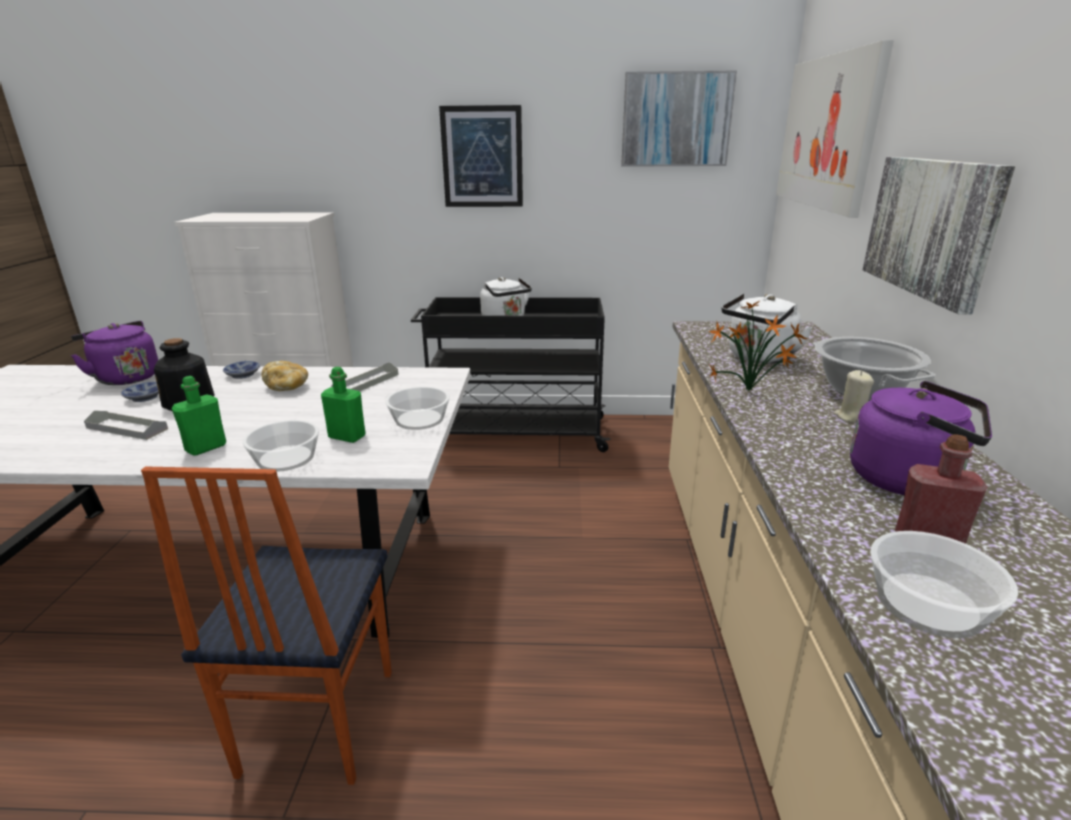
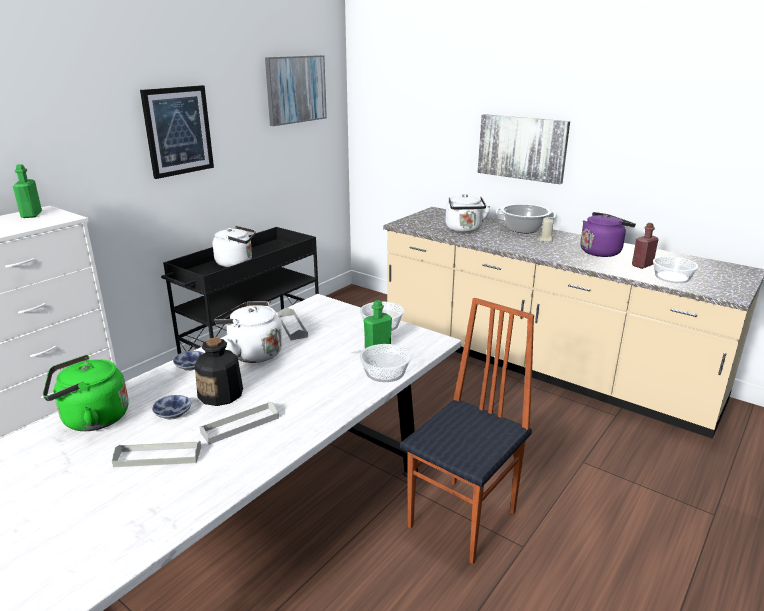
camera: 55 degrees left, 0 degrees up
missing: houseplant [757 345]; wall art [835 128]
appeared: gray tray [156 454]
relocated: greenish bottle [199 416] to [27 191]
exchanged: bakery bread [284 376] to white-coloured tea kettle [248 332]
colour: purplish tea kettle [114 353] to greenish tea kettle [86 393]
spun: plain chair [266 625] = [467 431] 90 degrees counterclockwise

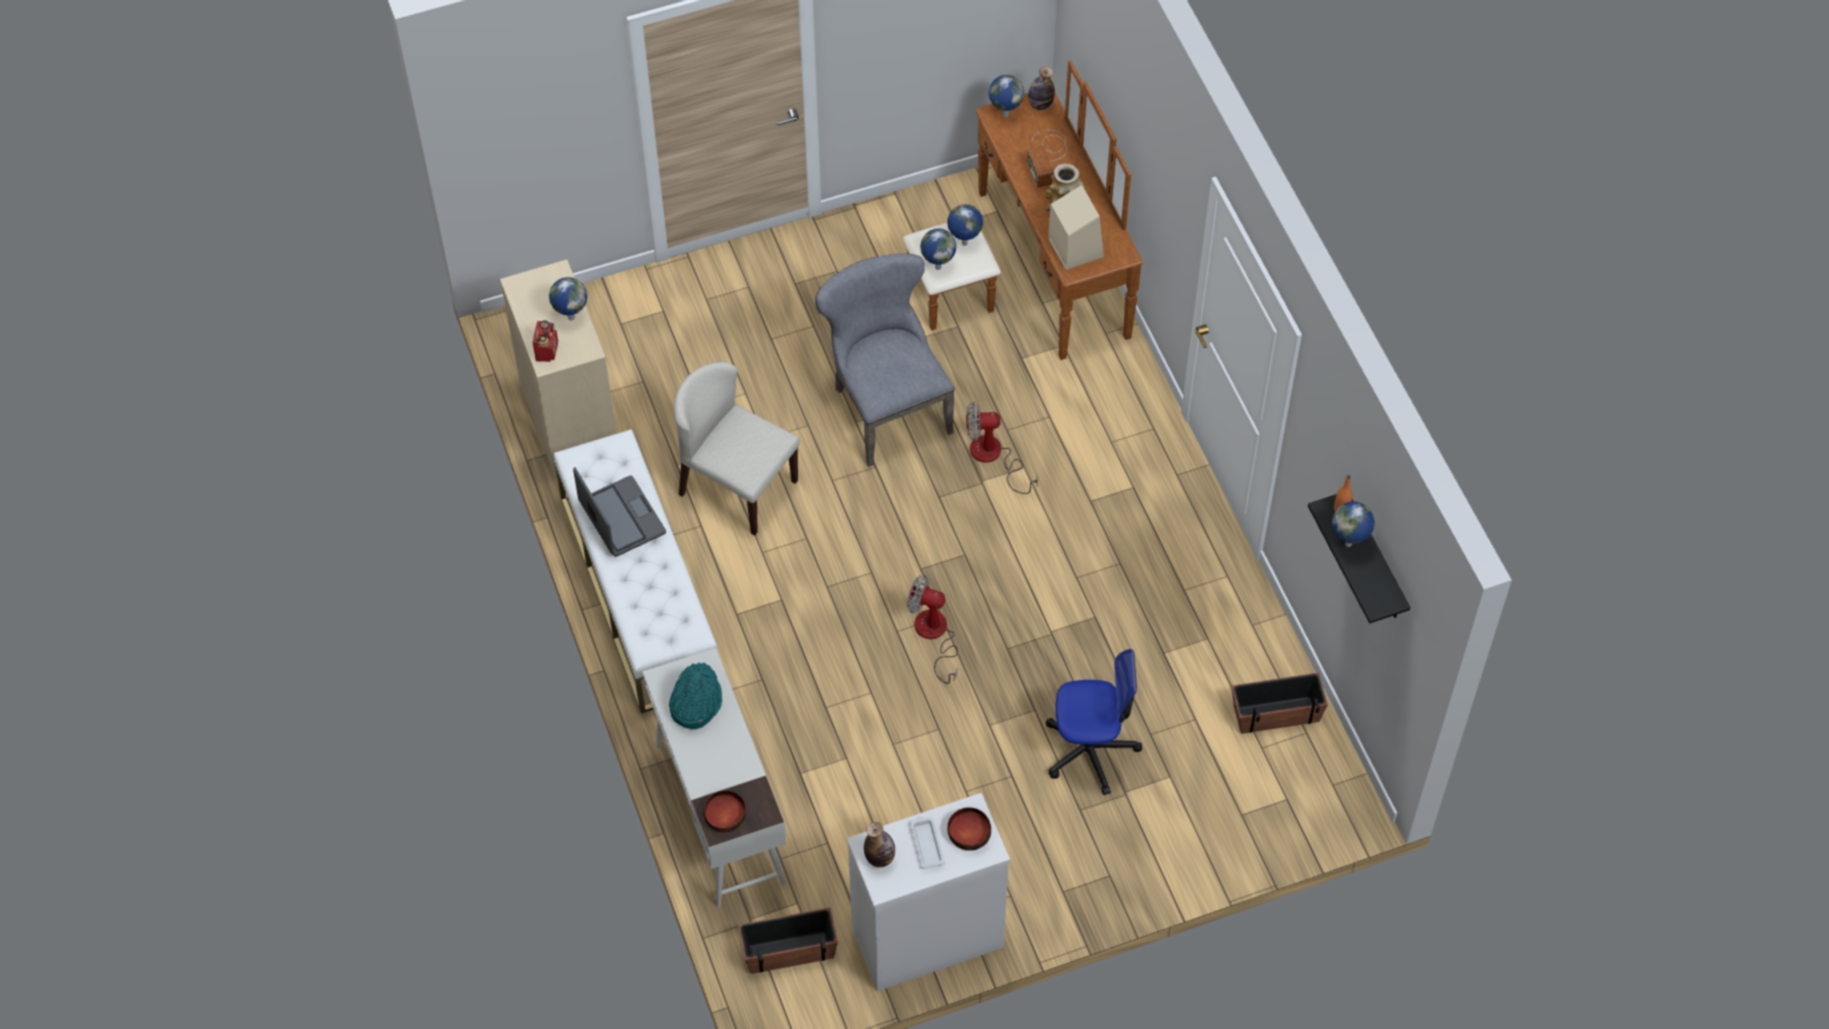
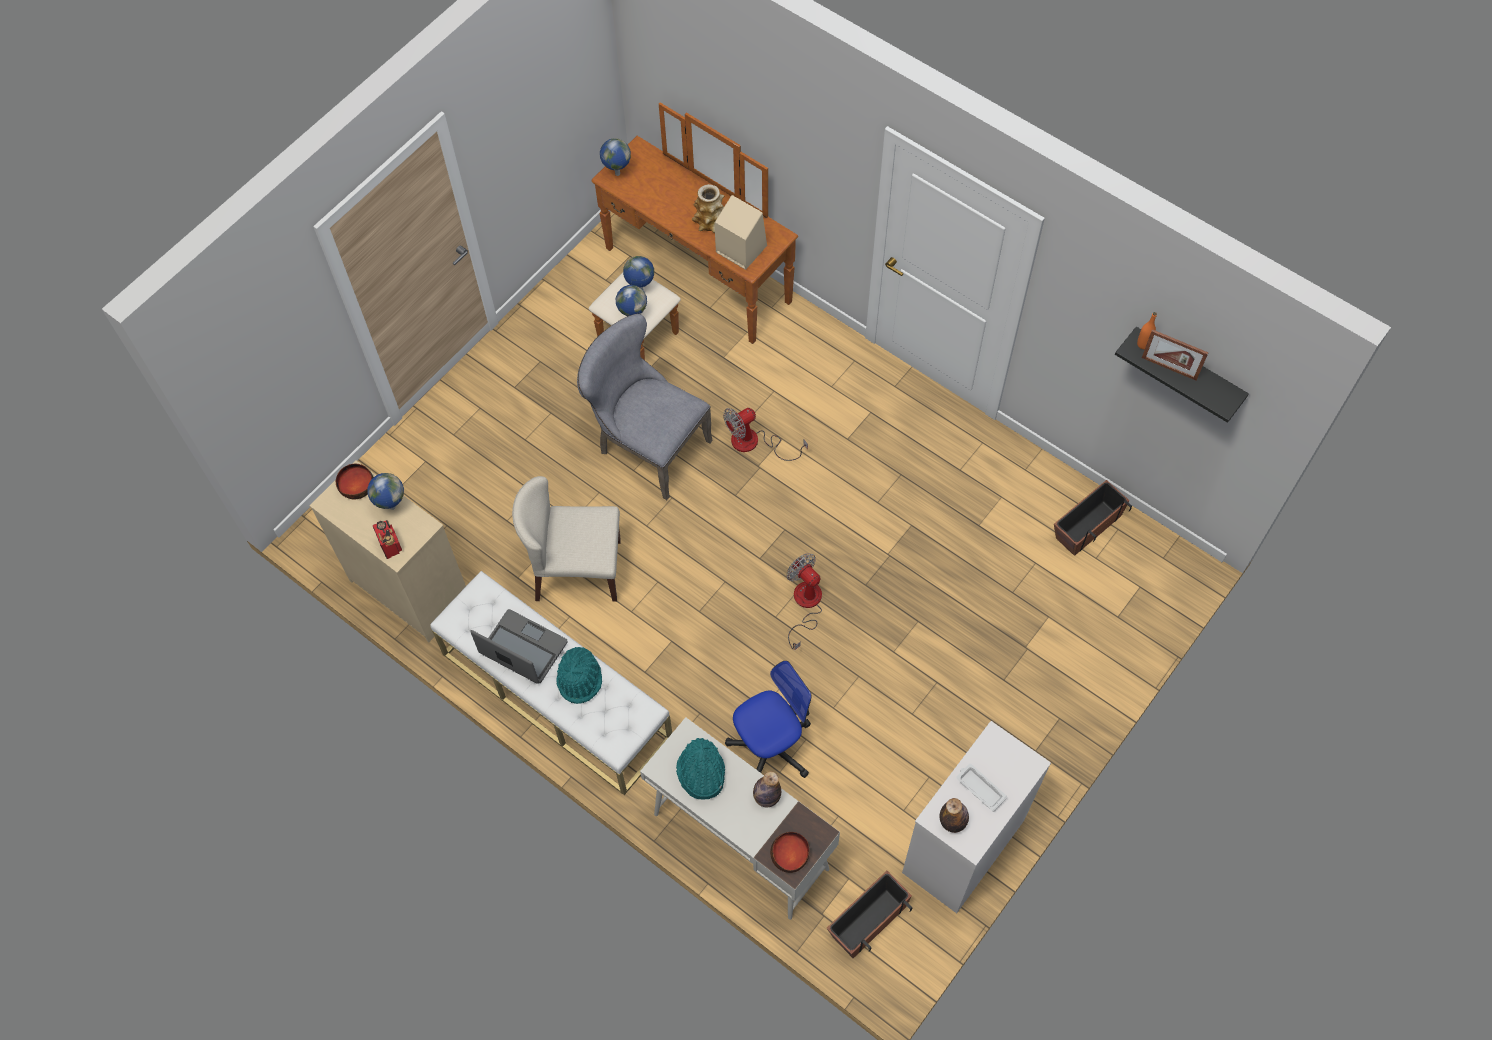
camera: 30 degrees left, 5 degrees up
missing: radio set [1047 159]
appeared: blue-green clothing hat [579 675]
relocated: serving bowl [969 829] to [354 482]; bottle [1041 88] to [767 789]; computer chair [1094 722] to [768 719]
exchanged: desk globe [1353 524] to standing frame [1175 354]
spun: cooling fan [932 629] = [804 601] 60 degrees clockwise

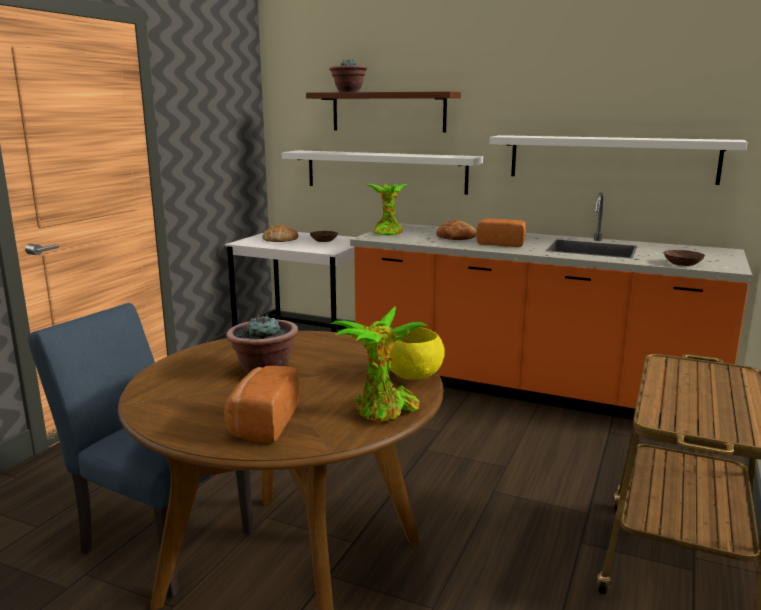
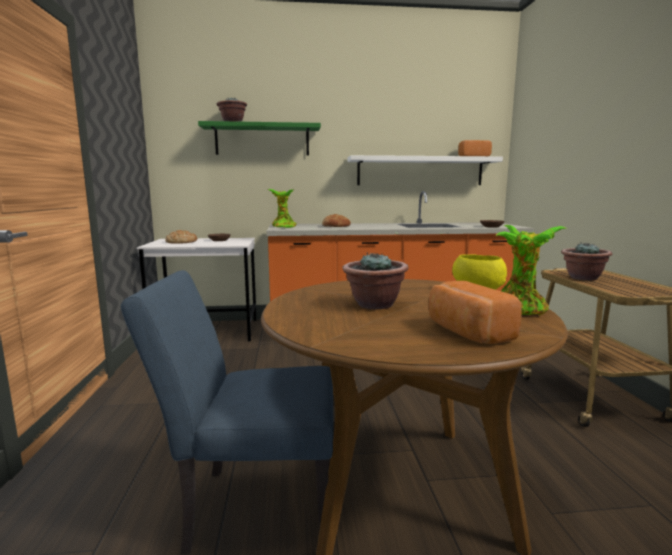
camera: 30 degrees left, 5 degrees down
missing: white-coloured bracket shelf [382 172]
appeared: houseplant [587 261]
relocated: bakery bread [501 233] to [475 148]
colour: brown bracket shelf [383 111] to greenish bracket shelf [259 138]

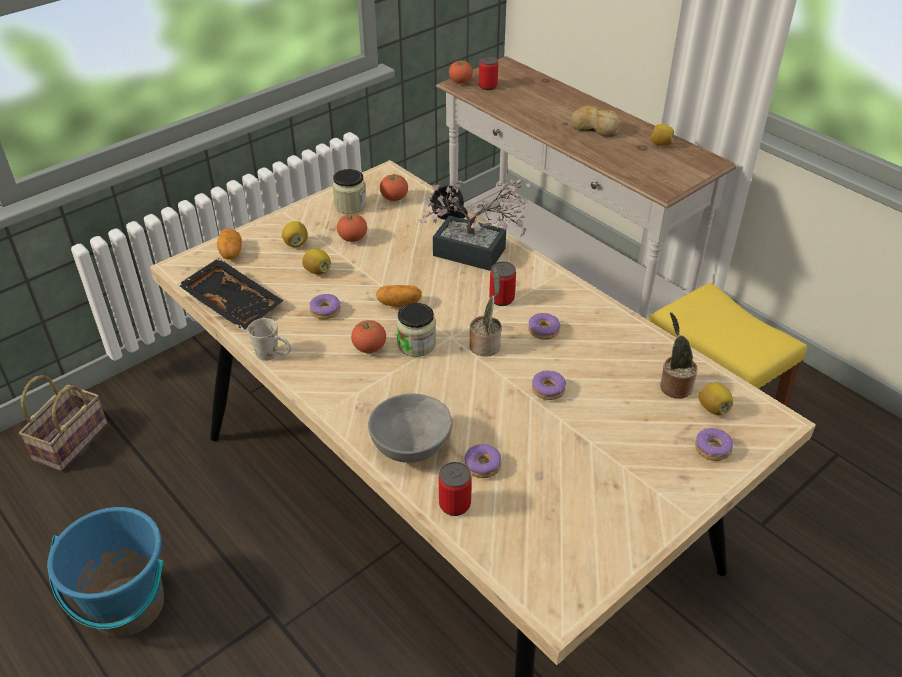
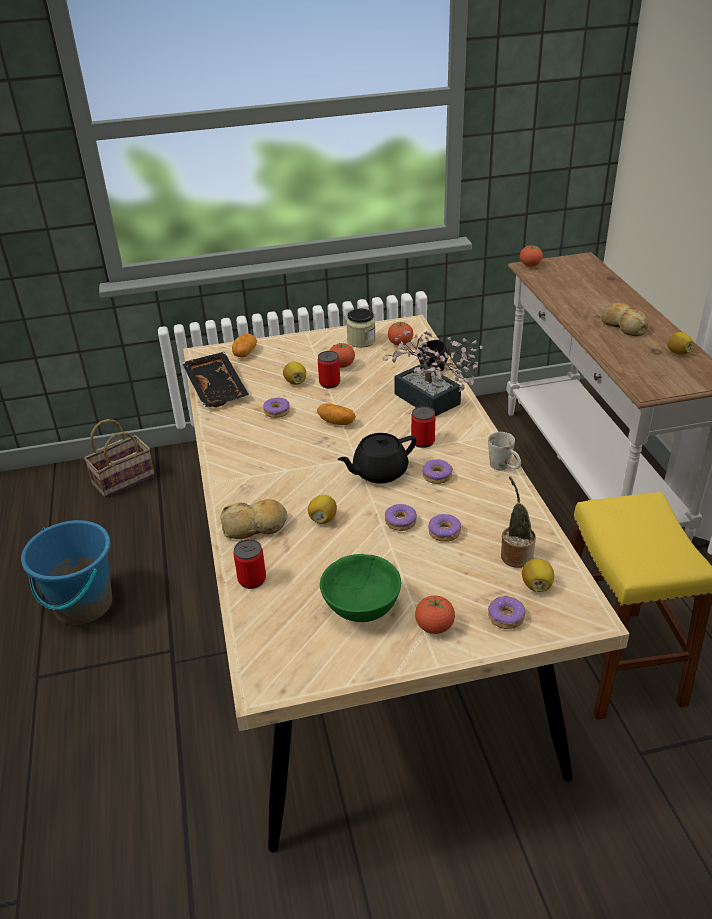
camera: 30 degrees right, 5 degrees down
missing: preserve jar [416 330]
appeared: greenish serving bowl [360 588]
relocated: white-coloured coffee mug [269 339] to [504 451]; whole lemon [295 234] to [322 509]; fresh tomato [368 336] to [435 614]; donut [483 461] to [444 528]; sealed can [488 73] to [329 369]
exchanged: gray serving bowl [410 428] to bakery bread [254 519]; houseplant [486 312] to blackish pot for tea [377 458]

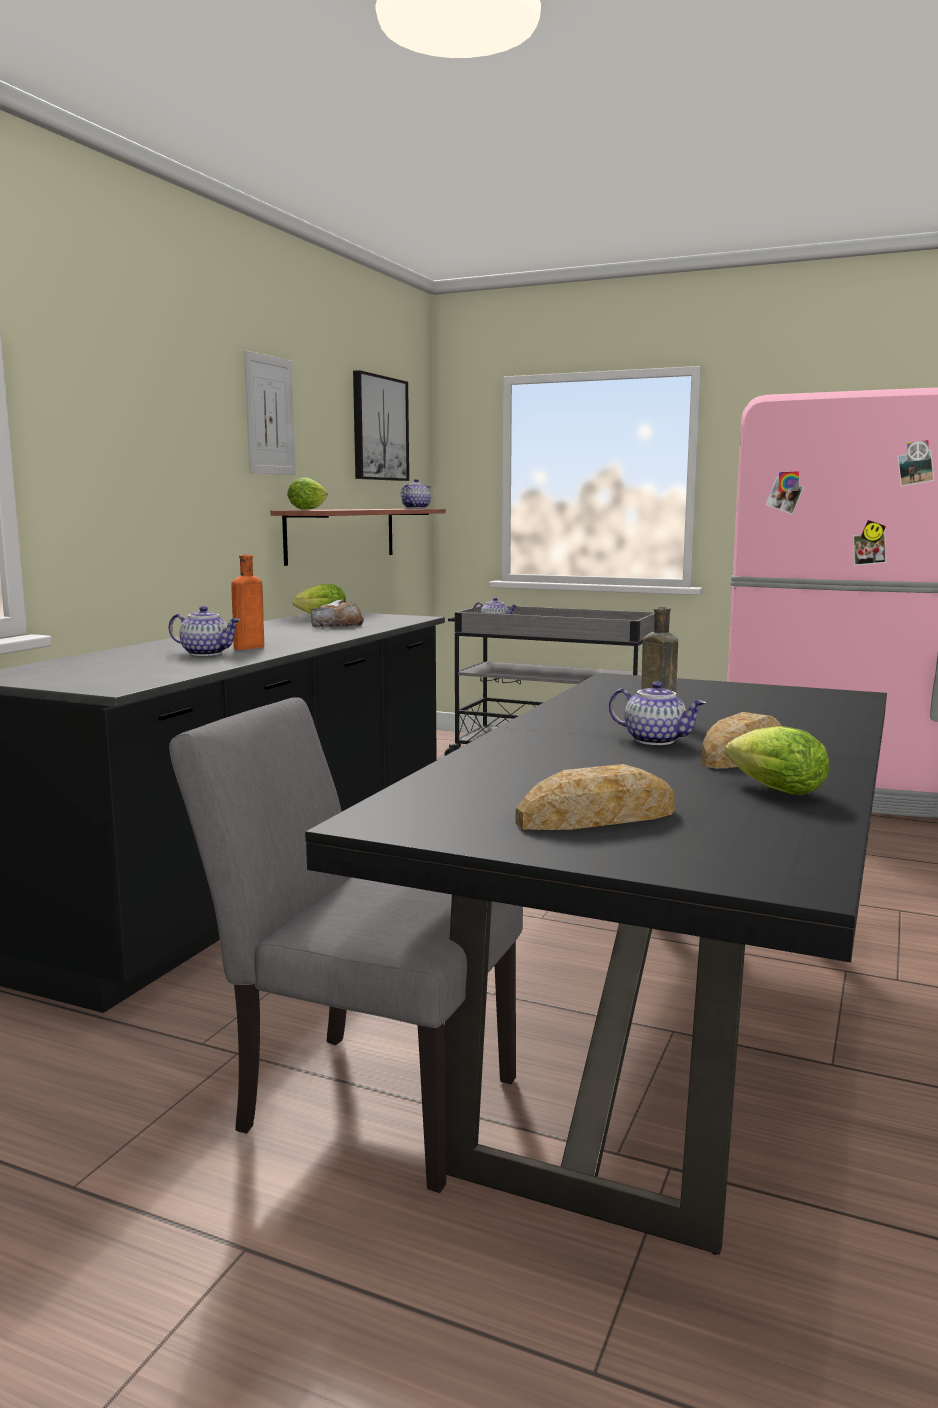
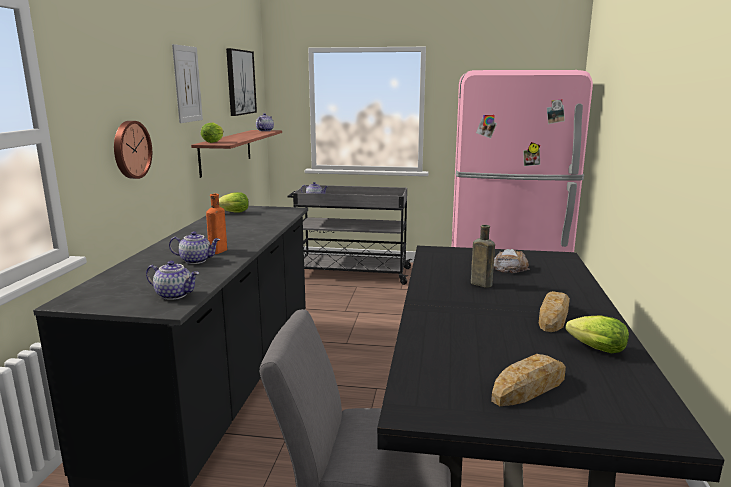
camera: 15 degrees left, 5 degrees up
appeared: hanging clock [133 150]
relocated: bakery bread [337 613] to [511 261]; pot for tea [657 713] to [172 280]

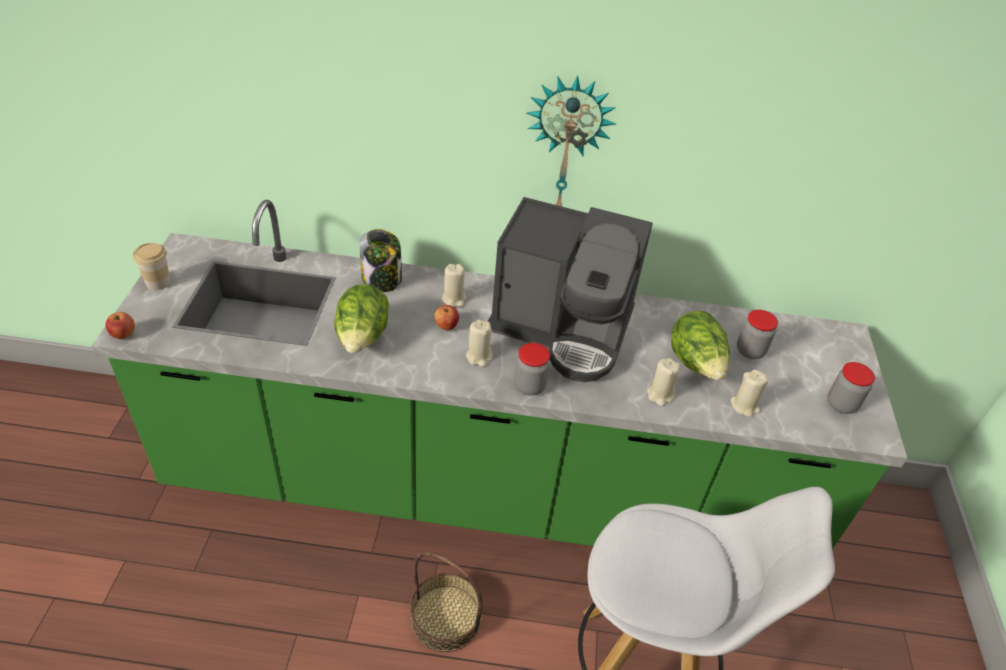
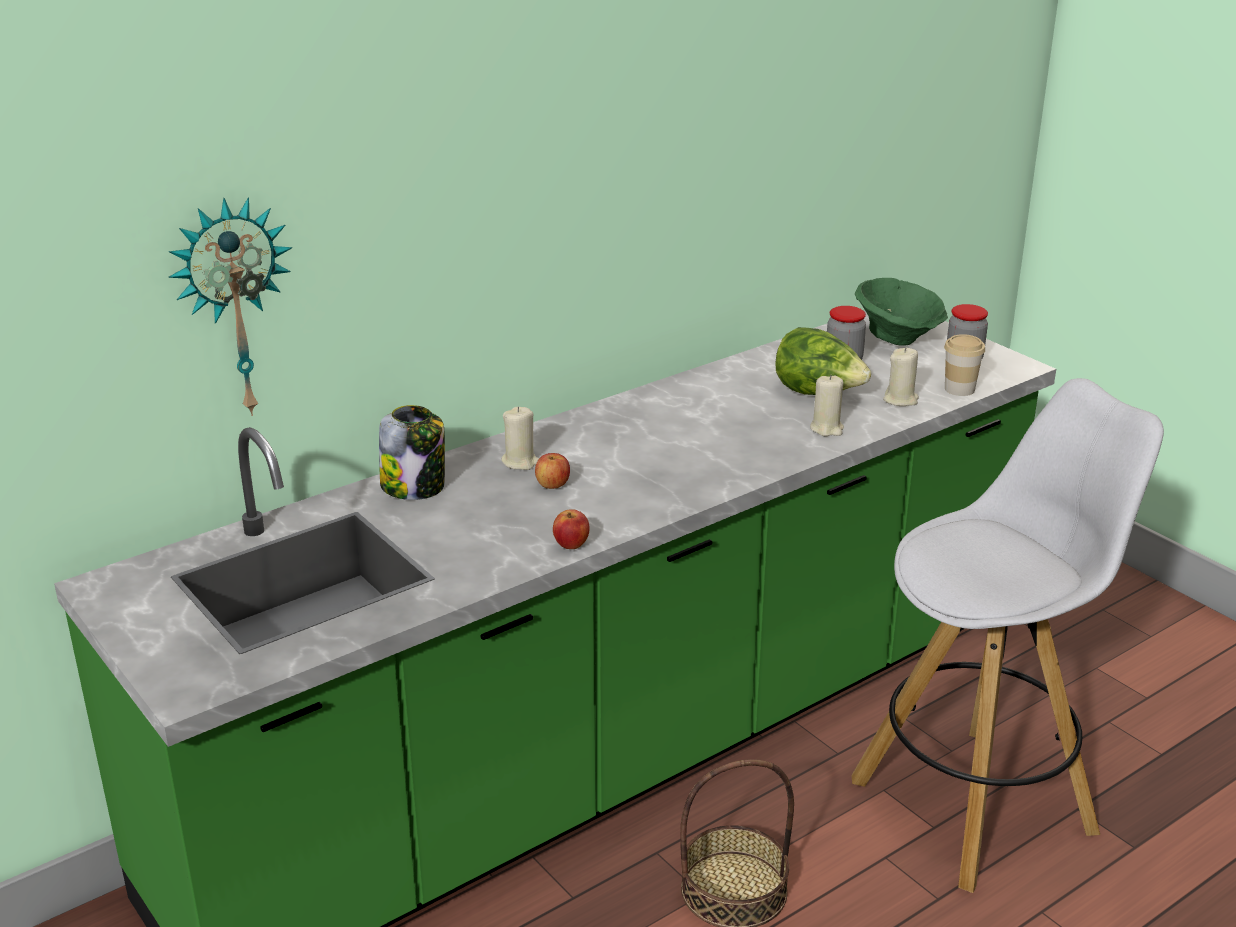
camera: 40 degrees left, 15 degrees down
missing: lettuce [361 318]; sand-coloured wax light [479 343]; coffee maker [570 289]; preserve jar [532 369]
appeared: greenish serving bowl [901 312]
relocated: apple fruit [120 325] to [571 529]; small cup [151 266] to [964 365]; hanging clock [571 140] to [230 306]

